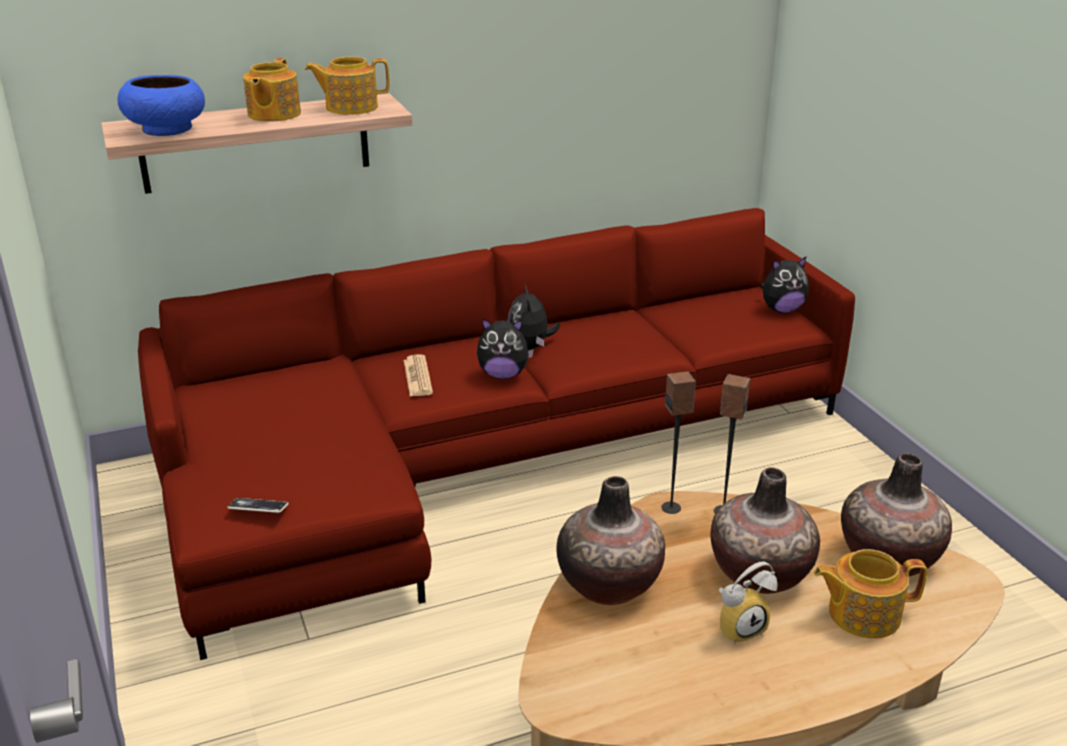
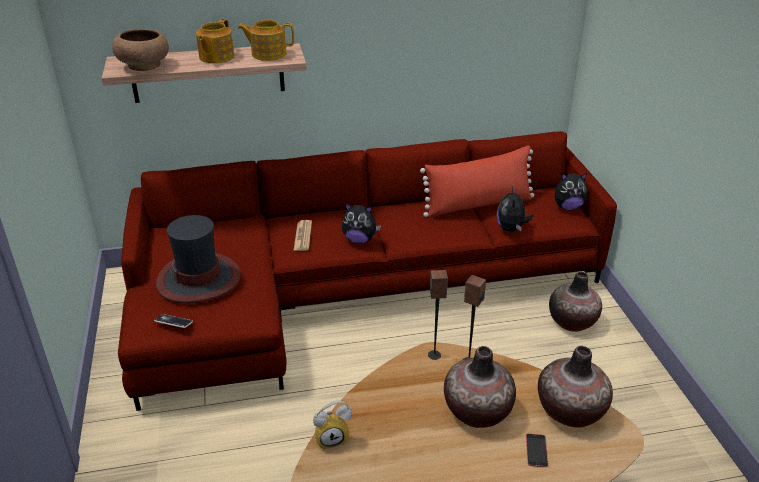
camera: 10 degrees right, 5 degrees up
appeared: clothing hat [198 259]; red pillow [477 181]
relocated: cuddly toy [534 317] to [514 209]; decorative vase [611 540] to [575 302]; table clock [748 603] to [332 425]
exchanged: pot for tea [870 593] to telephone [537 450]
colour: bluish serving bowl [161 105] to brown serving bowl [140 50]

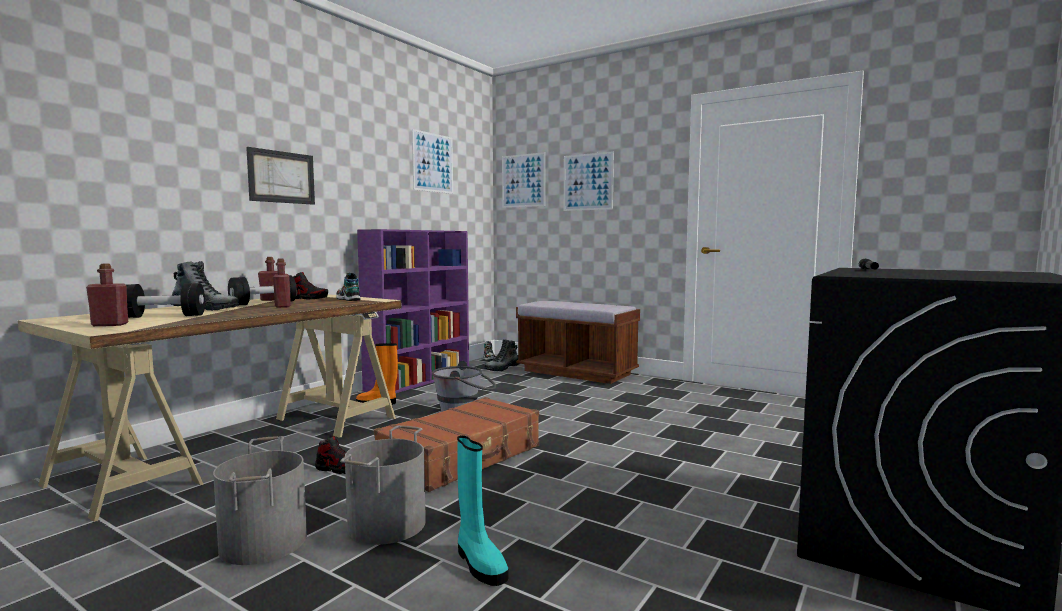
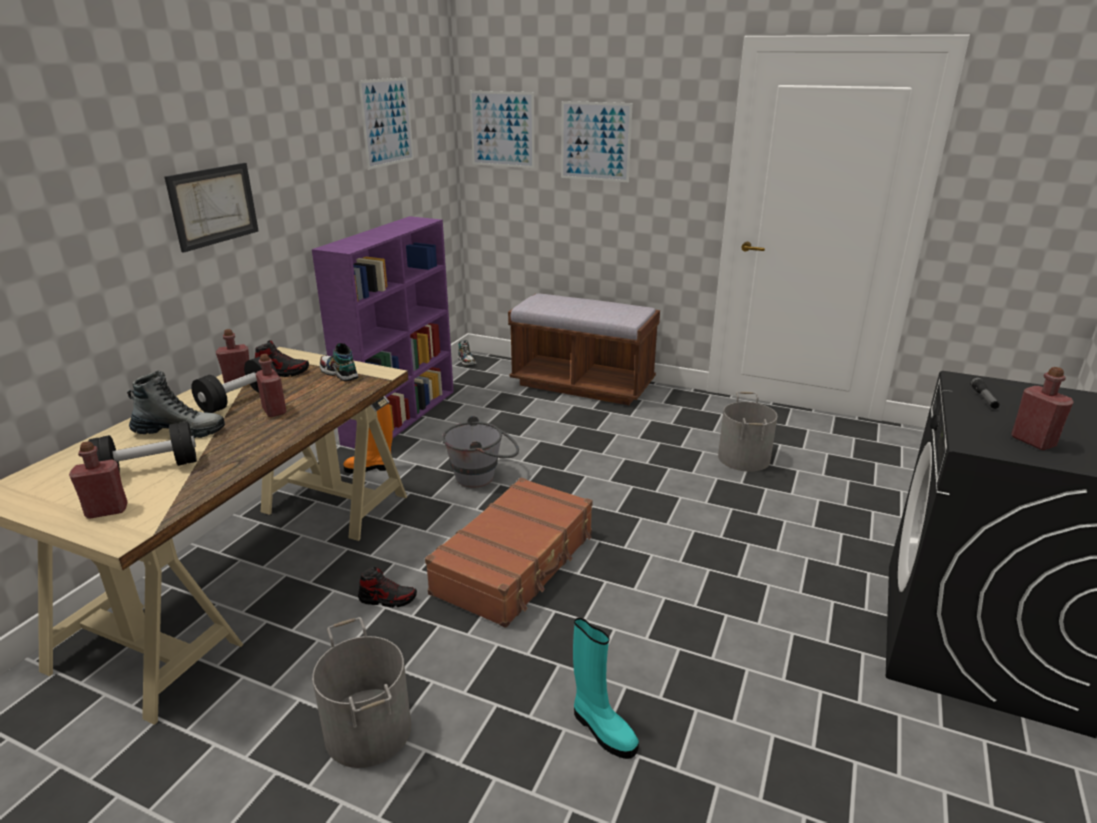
camera: 10 degrees left, 20 degrees up
missing: high-top boot [501 355]
appeared: red bottle [1042 408]
relocated: gray water bucket [383 485] to [747 432]

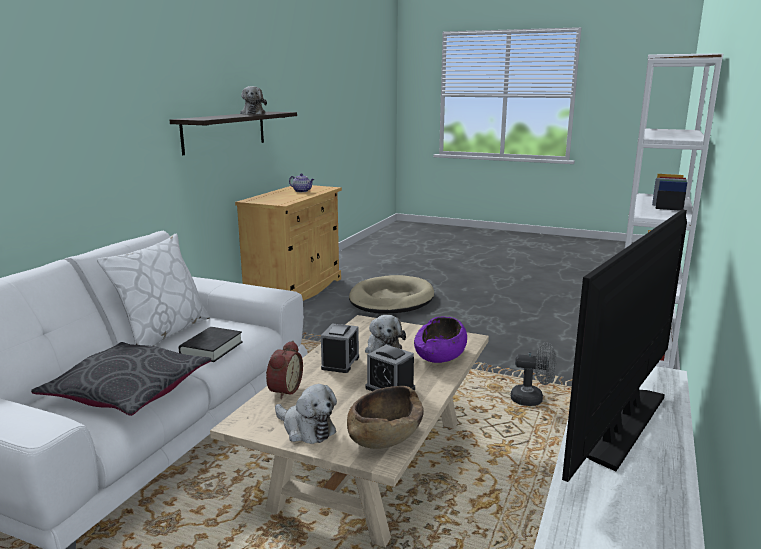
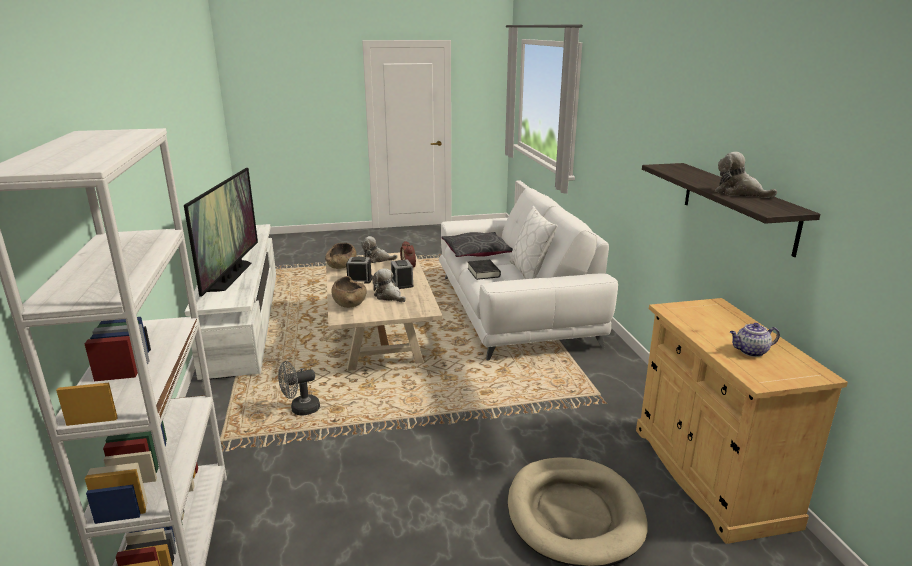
camera: 145 degrees right, 5 degrees up
colour: purplish serving bowl [440 340] to brown serving bowl [349 292]

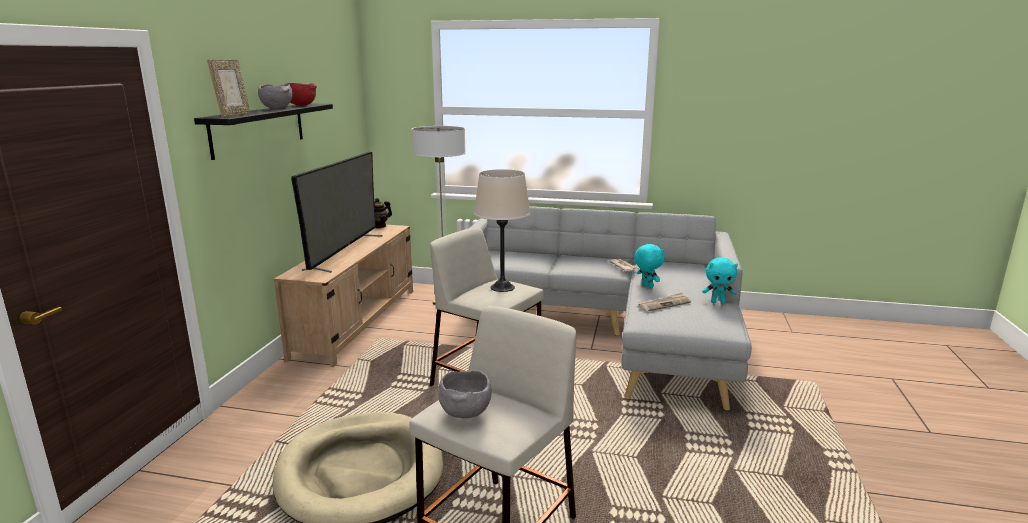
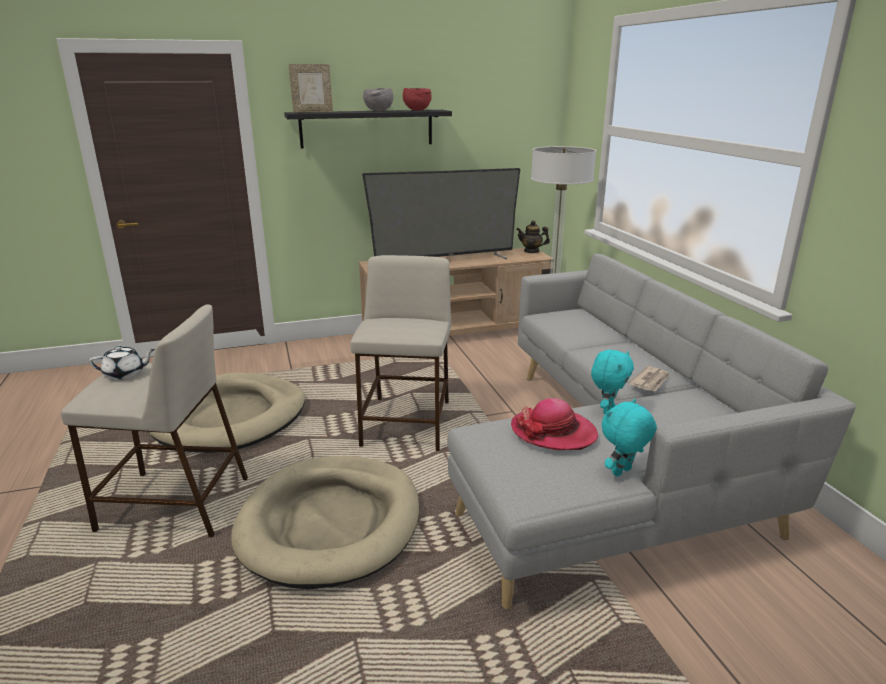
camera: 60 degrees right, 5 degrees up
missing: sand-coloured tabletop lamp [502 230]
appeared: sand-coloured pet bed [325 522]
exchanged: gray serving bowl [465 394] to white-coloured pot for tea [122 363]; daily paper [664 302] to clothing hat [554 424]
spun: blue-green cuddly toy [720 280] = [629 438] 75 degrees clockwise

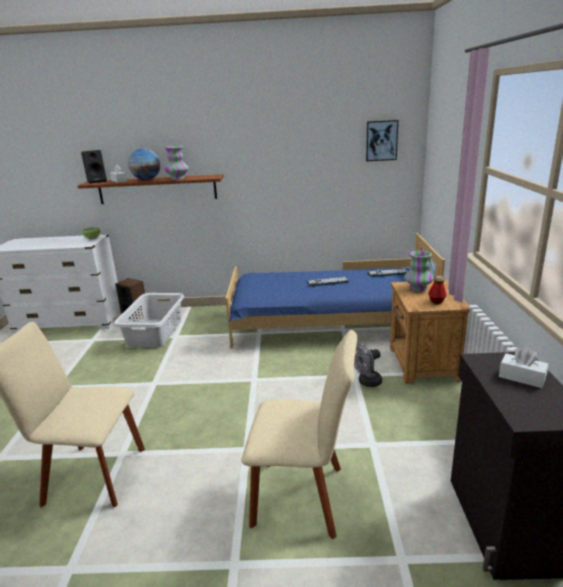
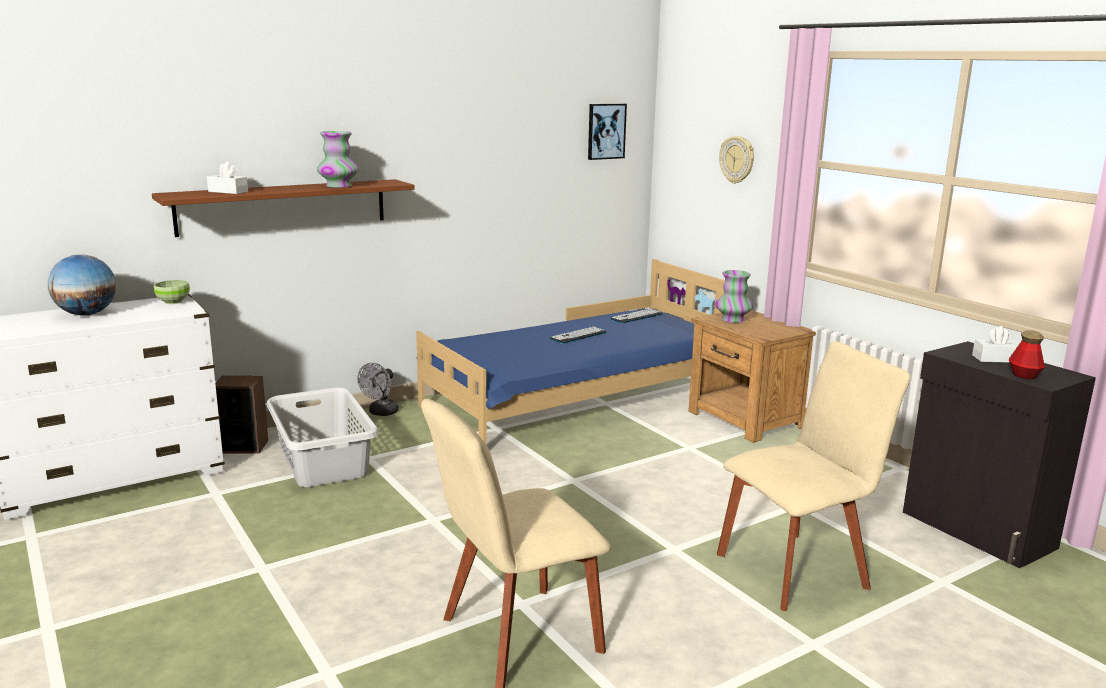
camera: 35 degrees left, 5 degrees down
missing: blackish audio speaker [94 167]
appeared: hanging clock [736 160]
relocated: desk globe [144 164] to [82 285]; gray cooling fan [368 365] to [378 389]; bottle [437 289] to [1027 354]

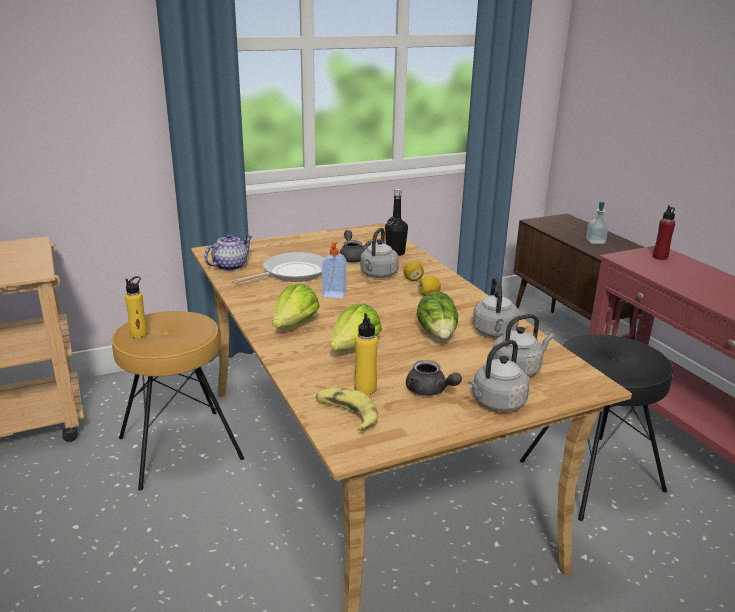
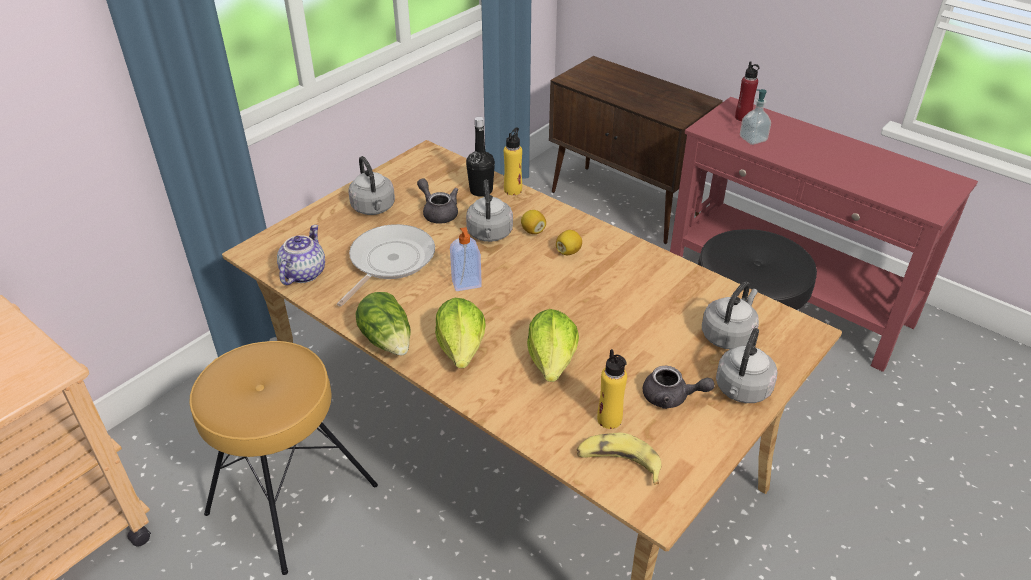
camera: 25 degrees left, 15 degrees up
relocated: yellow-coloured bottle [136 307] to [513 161]; lettuce [437 315] to [383 324]; gray tea kettle [496 307] to [371 185]; soap dispenser [597 223] to [755 117]

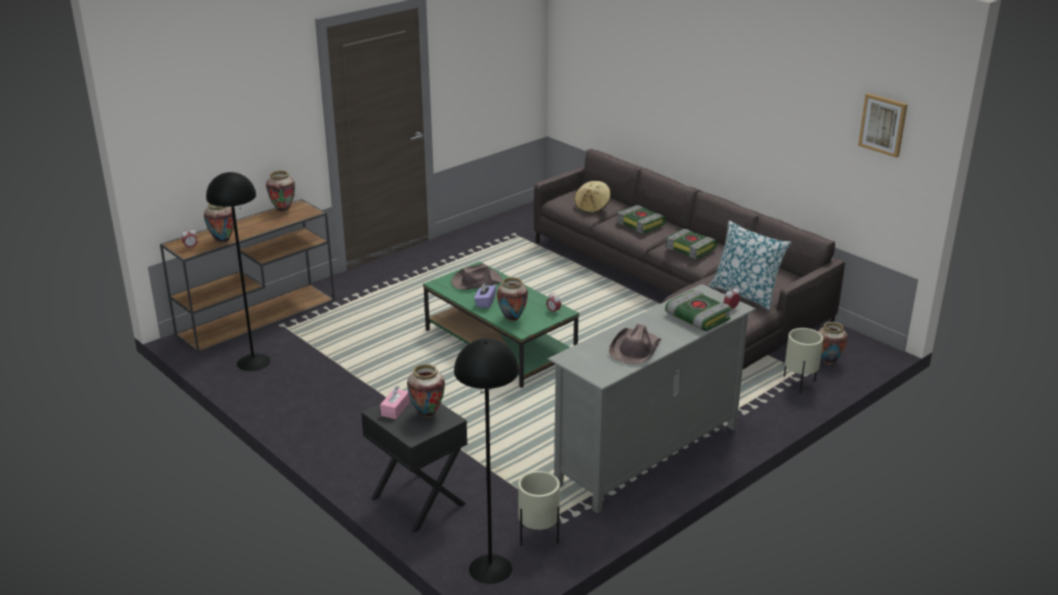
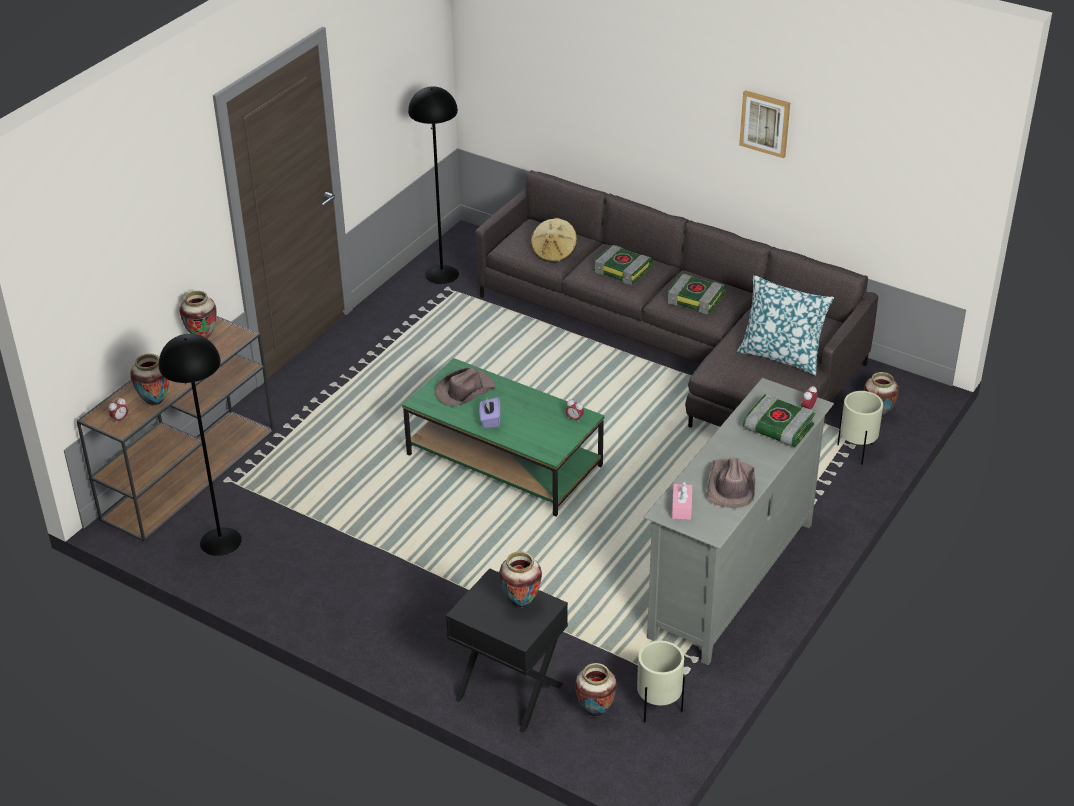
camera: 15 degrees left, 10 degrees up
relocated: pink-coloured tissue holder [395 402] to [682 501]; blackish floor lamp [486 461] to [433 185]; decorative vase [512 299] to [596 690]; wall art [883 125] to [764 124]

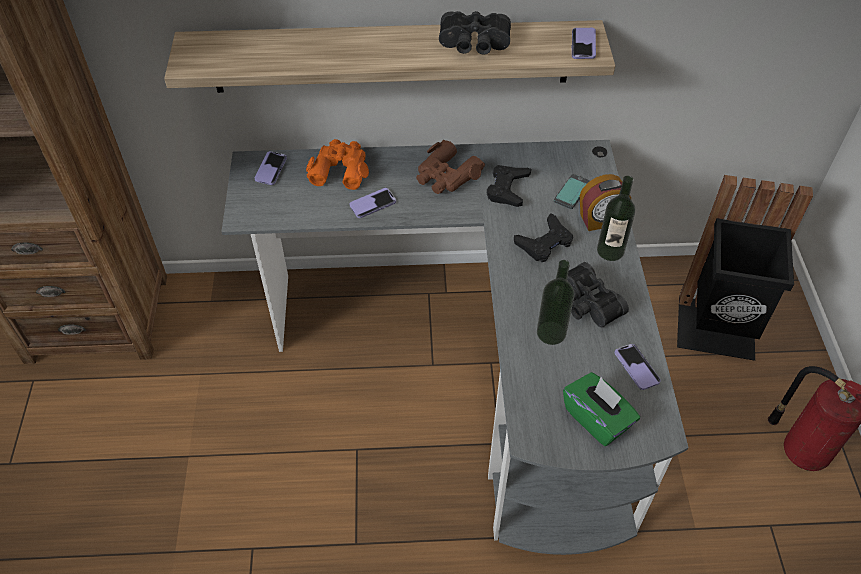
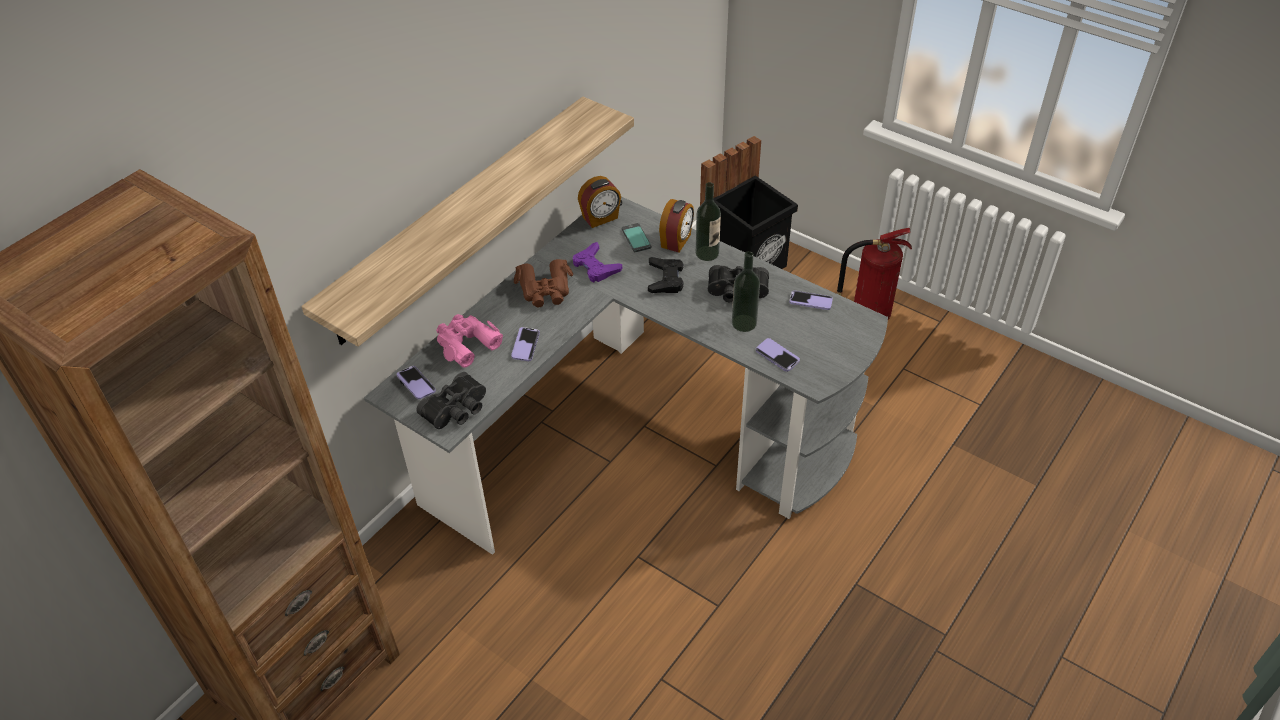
camera: 50 degrees left, 5 degrees down
missing: greenish tissue holder [601 409]
appeared: table clock [599 202]
relocated: blackish field glasses [475 33] to [451 400]; telephone [584 43] to [778 355]
colour: orangey field glasses [337 164] to pink-coloured field glasses [469 341]; blackish game controller [509 186] to purplish game controller [597 262]

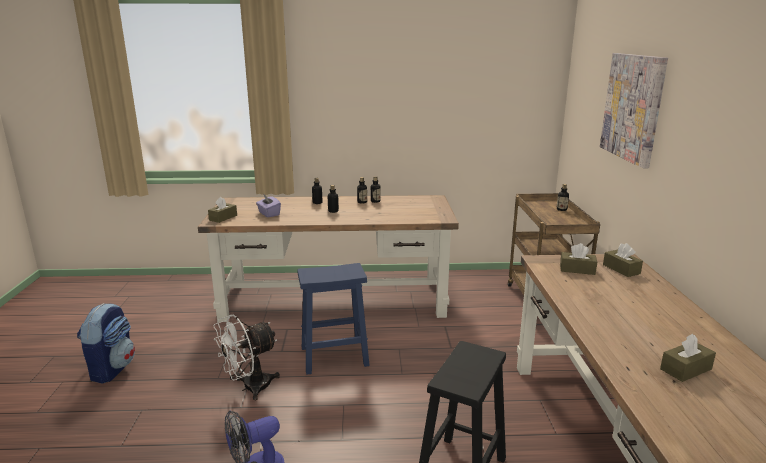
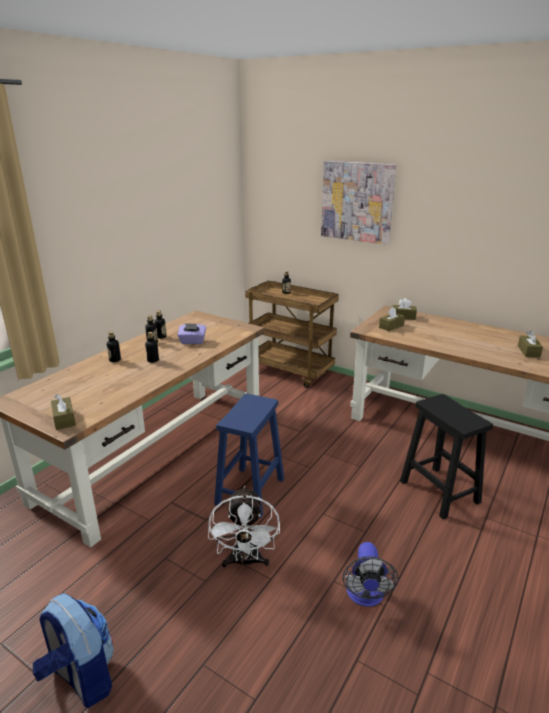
camera: 55 degrees left, 5 degrees up
relocated: purplish tissue holder [268 206] to [192 333]

